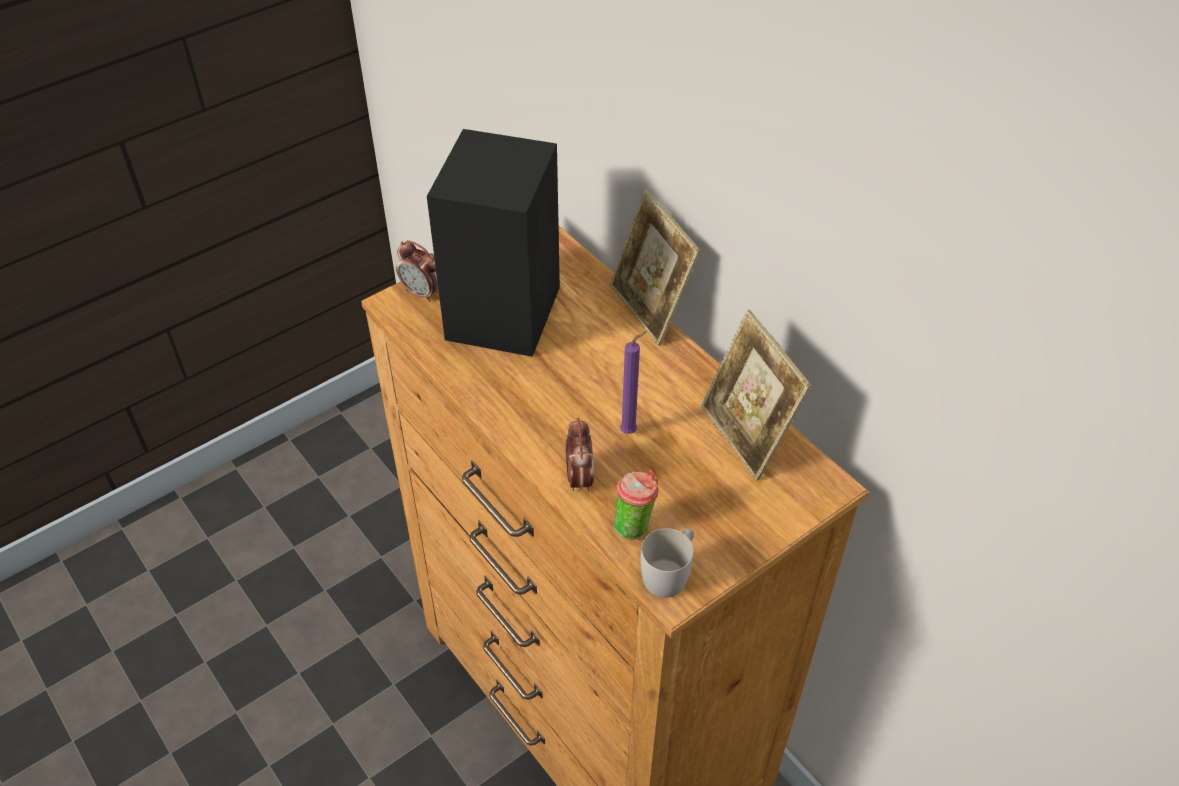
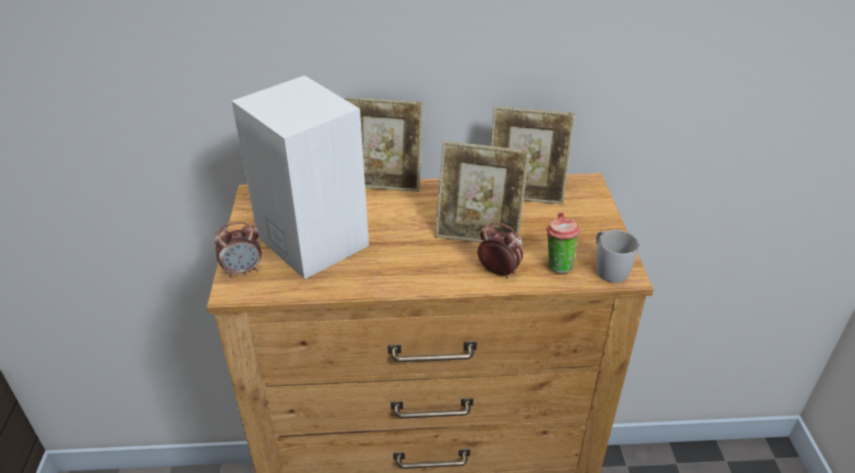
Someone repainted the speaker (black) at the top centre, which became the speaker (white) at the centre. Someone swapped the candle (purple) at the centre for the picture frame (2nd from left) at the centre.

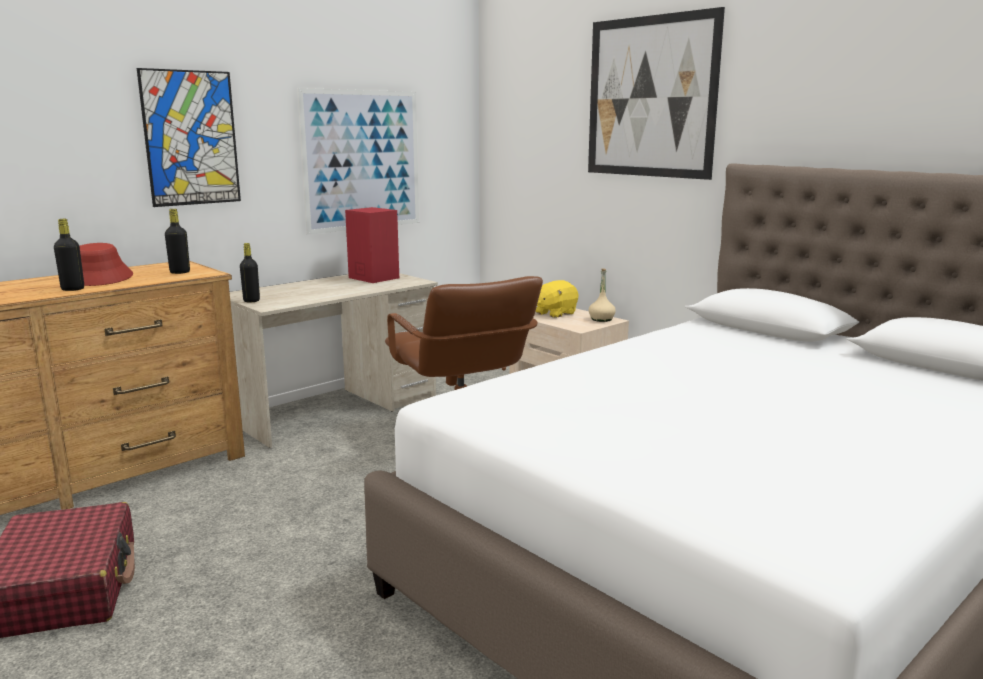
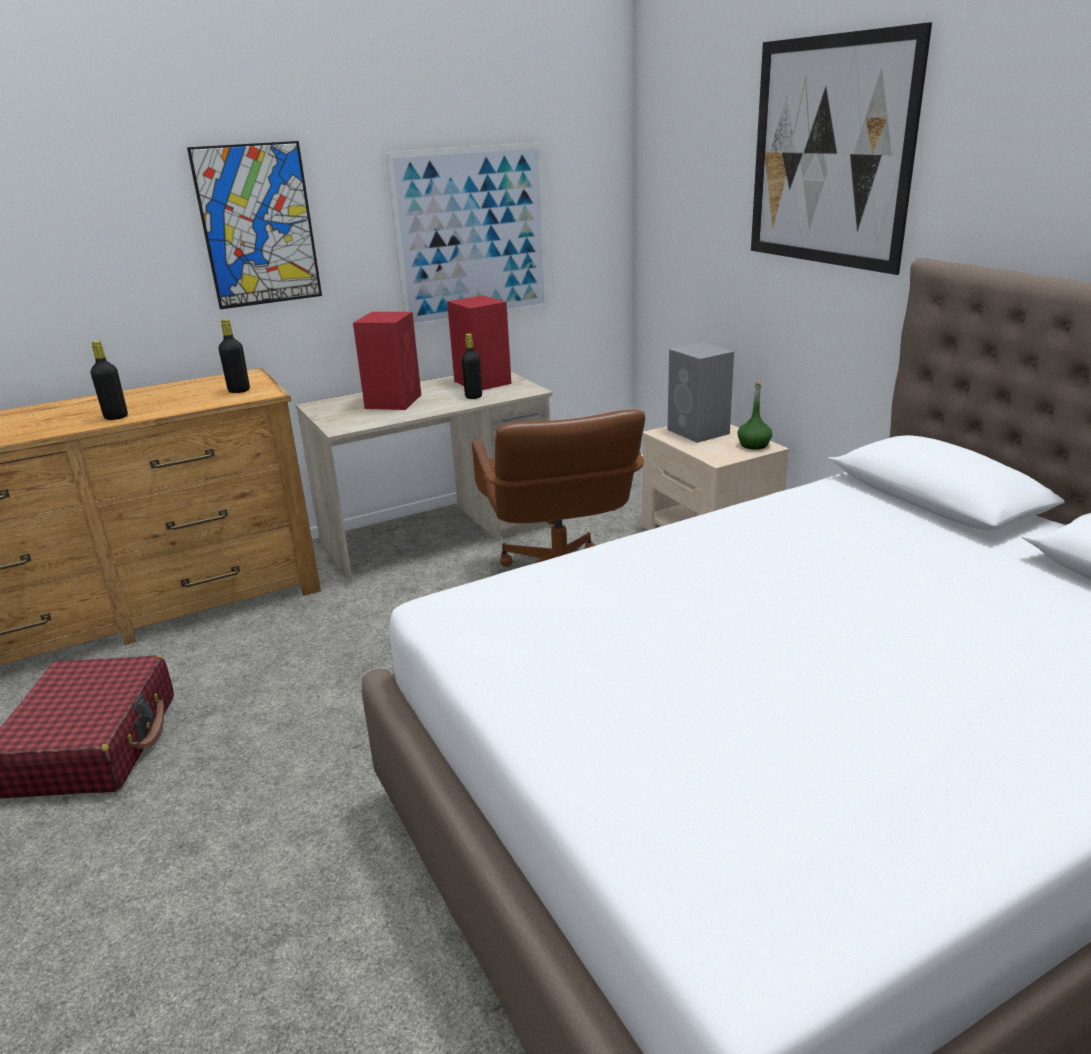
Someone took away the hat (red) at the middle left. Someone carried the bottle (black) (3rd from left) from the middle left to the centre. Someone repainted the bottle (beige) at the centre, which became the bottle (green) at the middle right. Someone swapped the plush toy (yellow) at the centre for the speaker (grey) at the centre. Someone put down the speaker (red) (1st from left) at the centre.

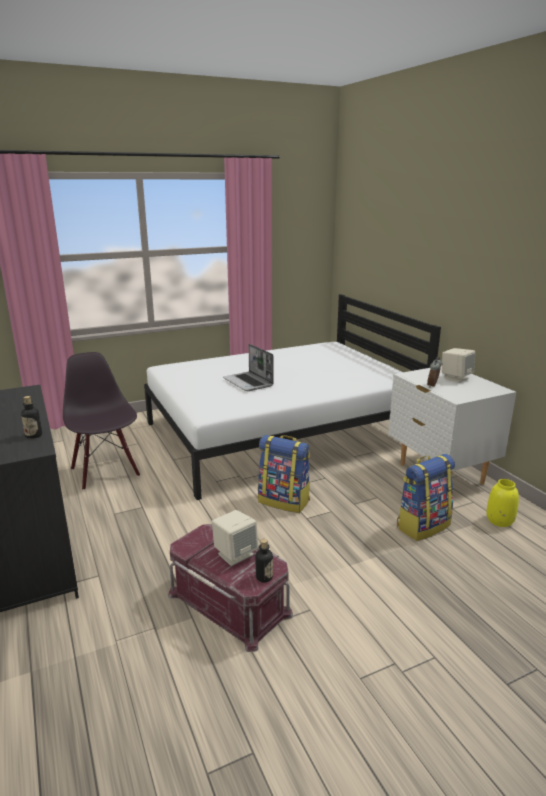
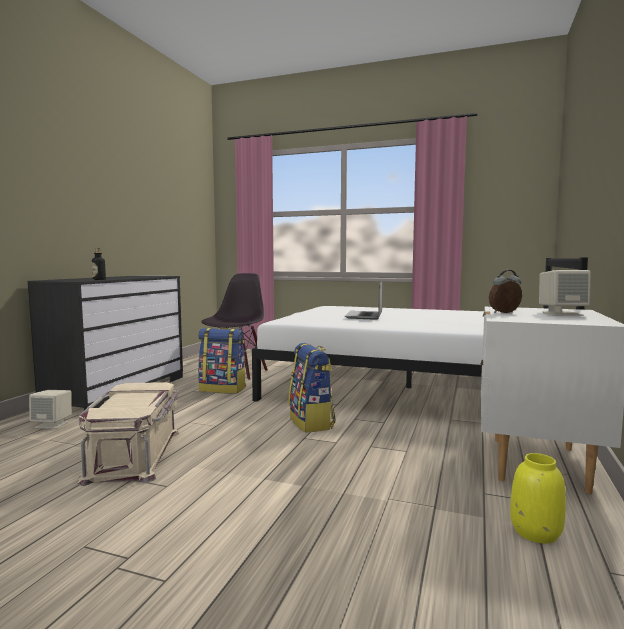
Someone carried the backpack (2nd from left in the first image) from the middle right to the centre. Someone carried the speaker (beige) (1st from left) from the bottom centre to the middle left. Someone repainted the storage box (red) at the bottom centre, which became the storage box (beige) at the bottom left. Someone took away the bottle (2nd from left) at the bottom centre.

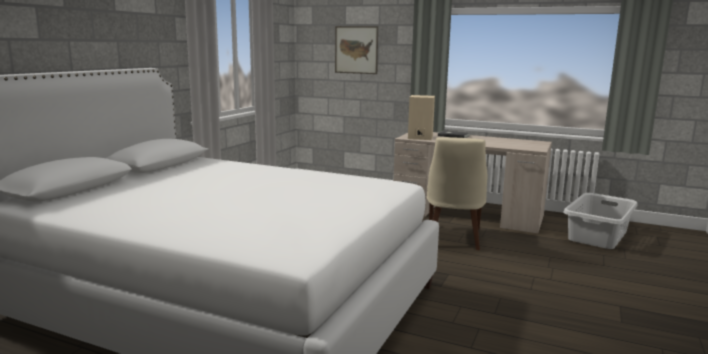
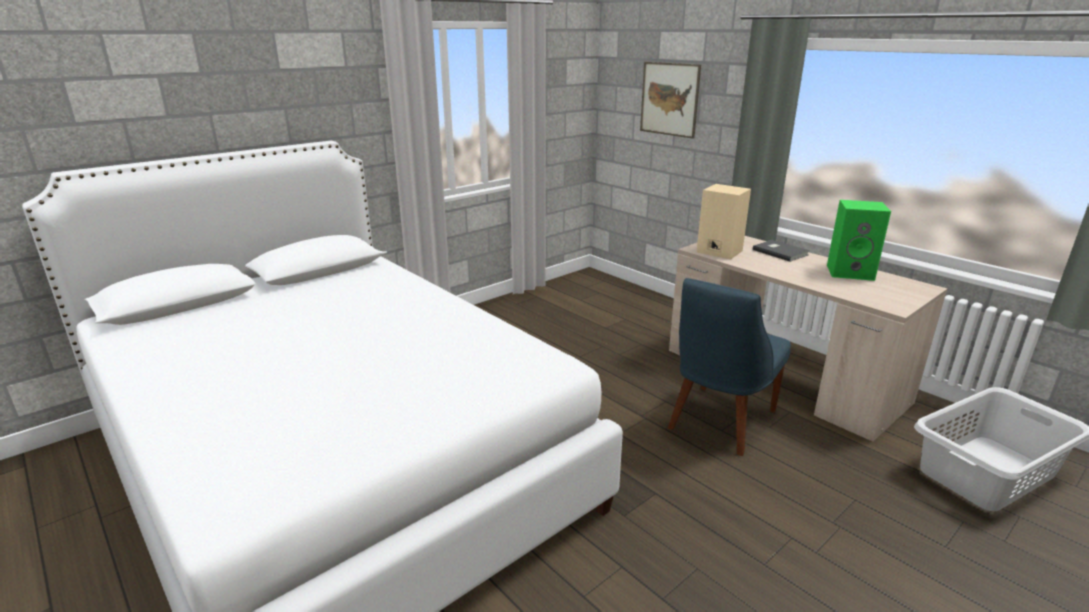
Someone repainted the chair (beige) at the centre, which became the chair (blue) at the middle right. Someone put down the speaker (green) at the middle right.

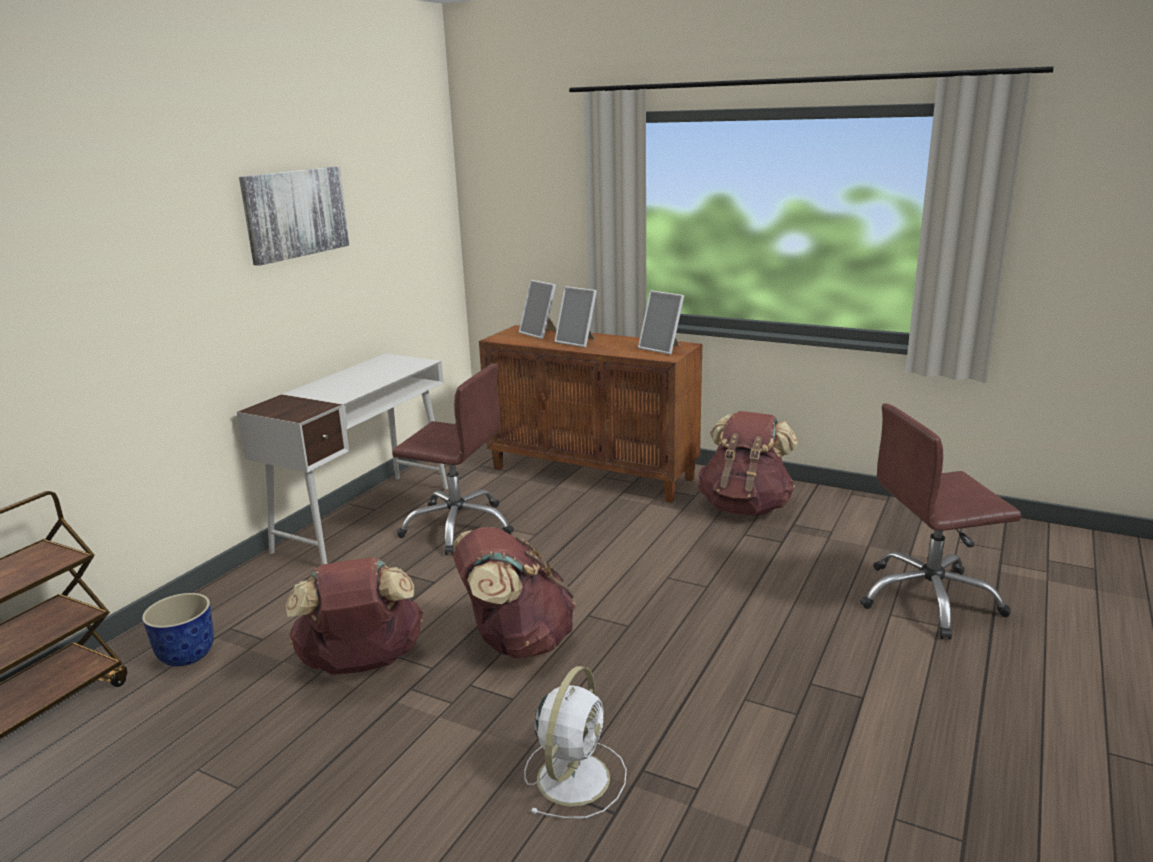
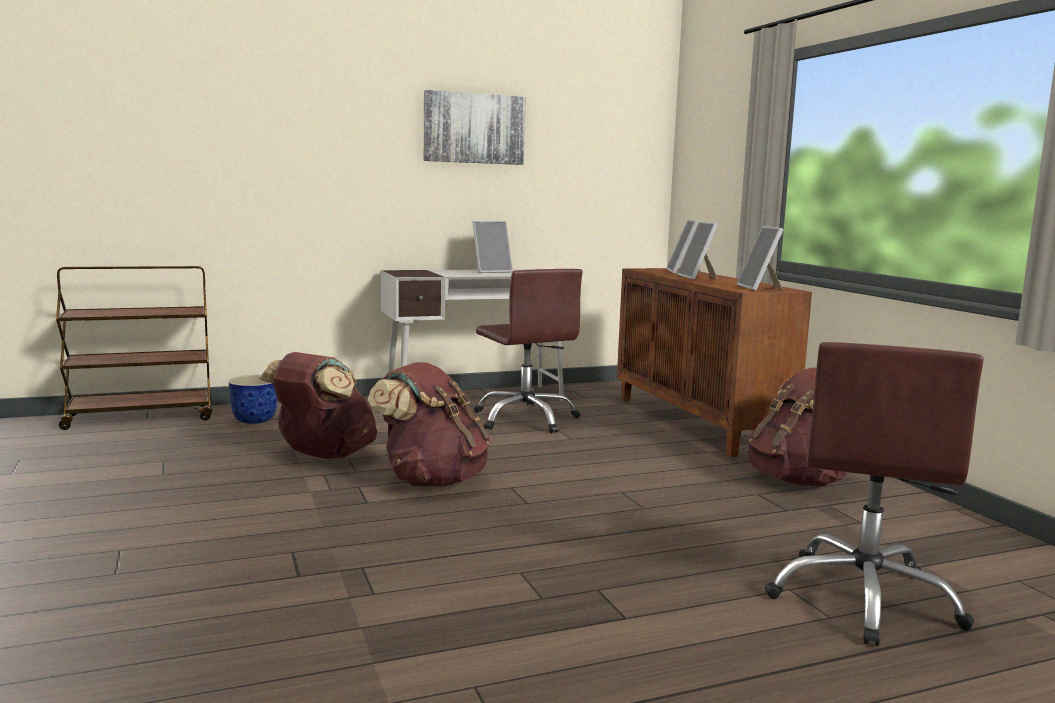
Someone rotated the office chair (brown) (2nd from left) at the middle right by 105 degrees counterclockwise. Someone took away the fan (white) at the bottom centre. Someone put down the picture frame (1st from left) at the centre.

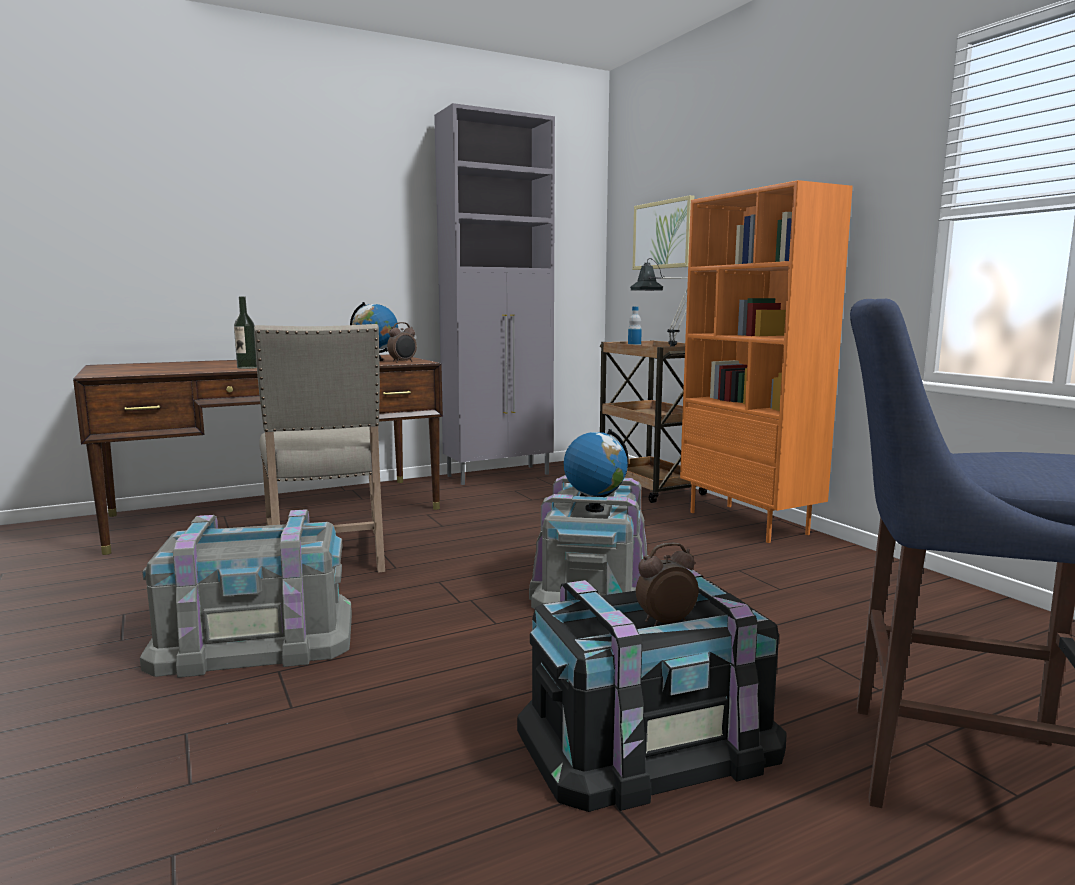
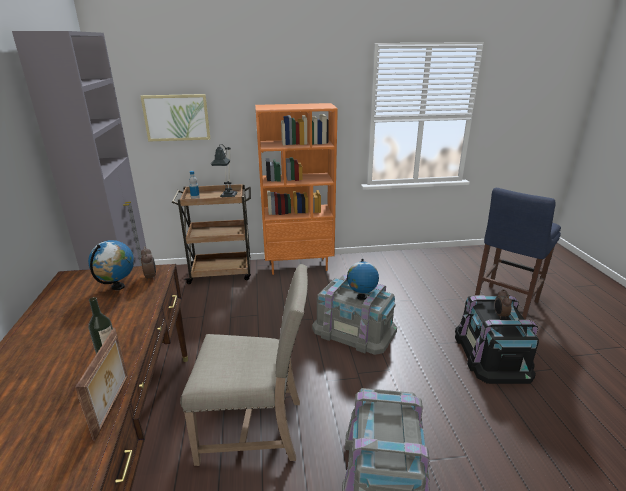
Someone put down the picture frame at the bottom left.

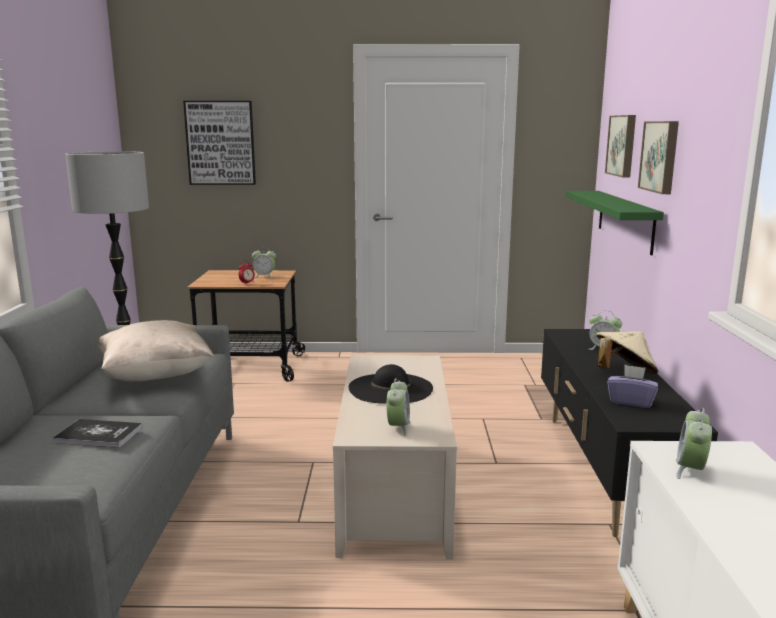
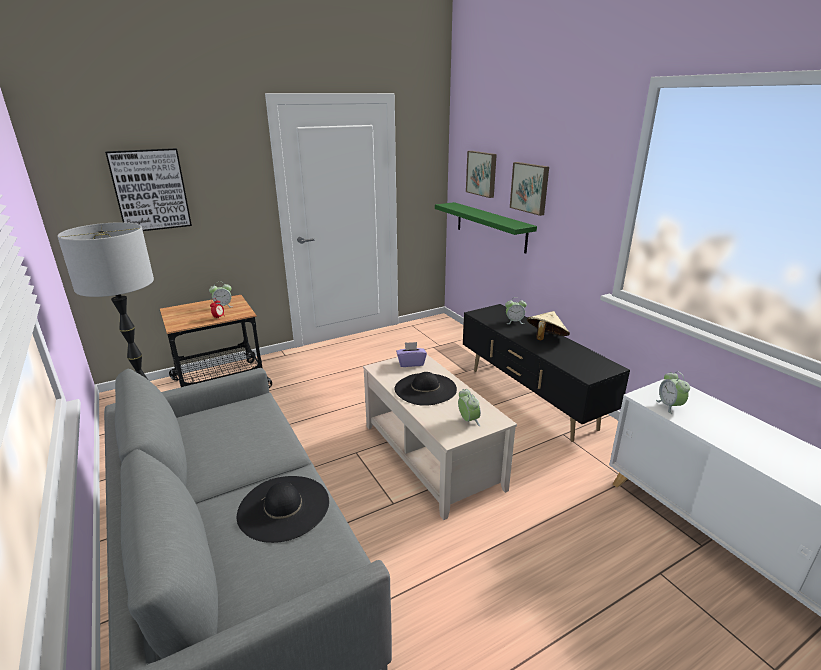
Someone took away the pillow (beige) at the middle left. Someone carried the tissue box (purple) from the middle right to the centre. Someone swapped the book at the bottom left for the hat (black) (1st from left) at the bottom centre.

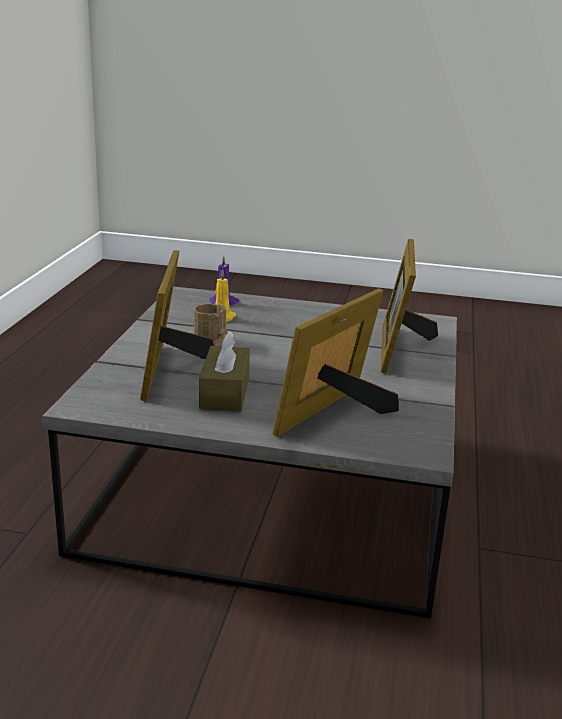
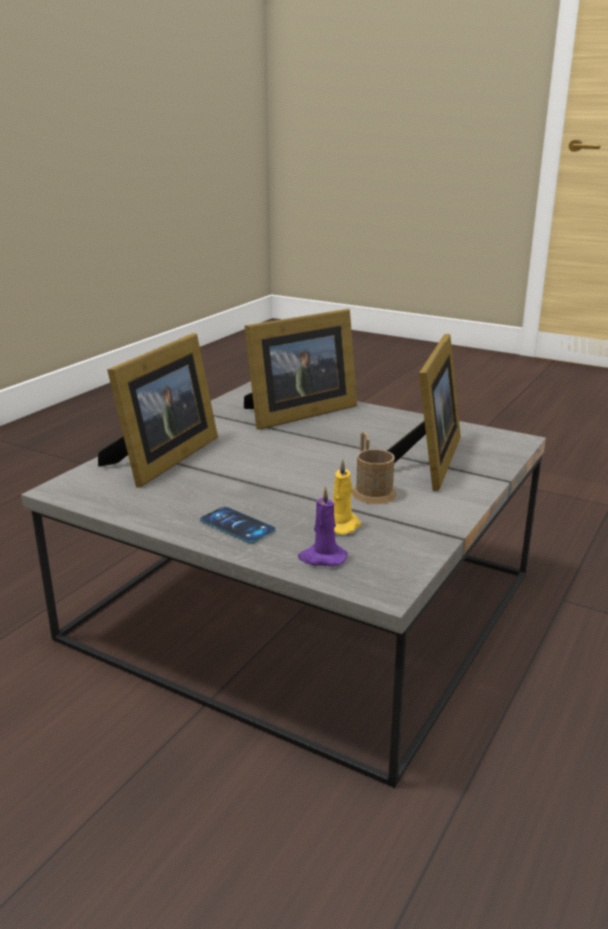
Someone took away the tissue box (brown) at the centre. Someone put down the phone at the centre.

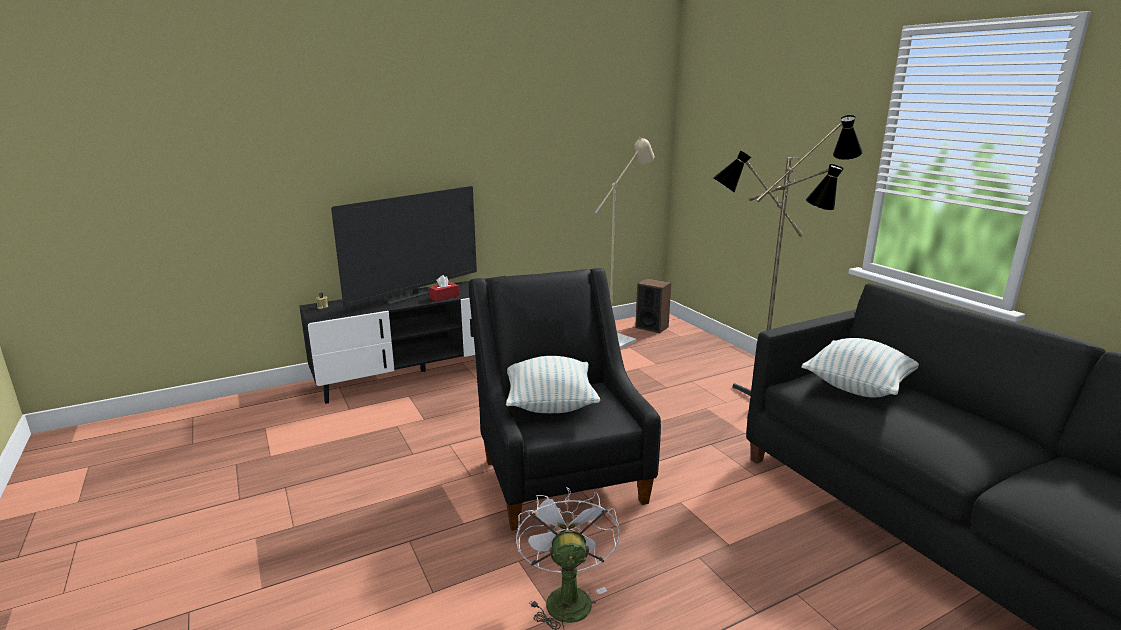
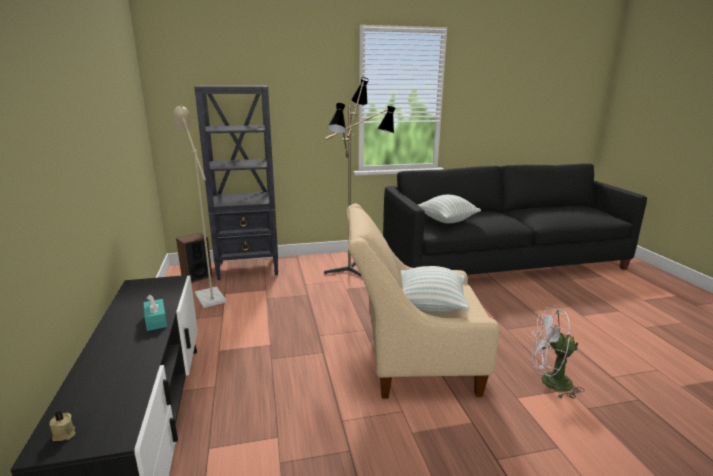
Someone took away the television at the centre. Someone repainted the armchair (black) at the centre, which became the armchair (beige) at the centre. Someone repainted the tissue box (red) at the centre, which became the tissue box (turquoise) at the middle left. Someone put down the bookcase (black) at the middle left.

